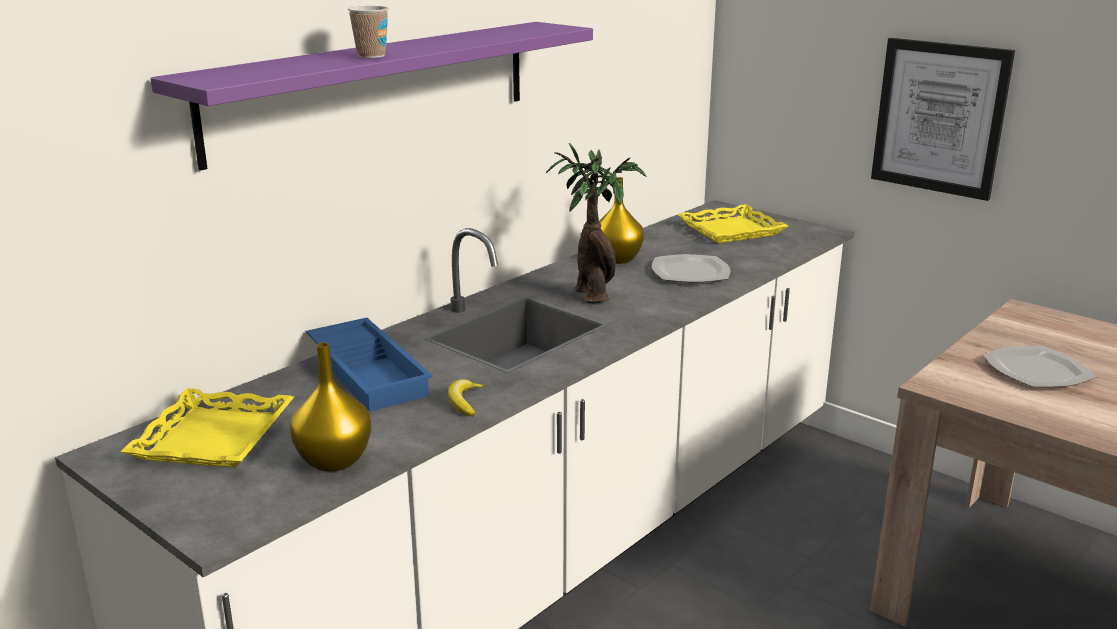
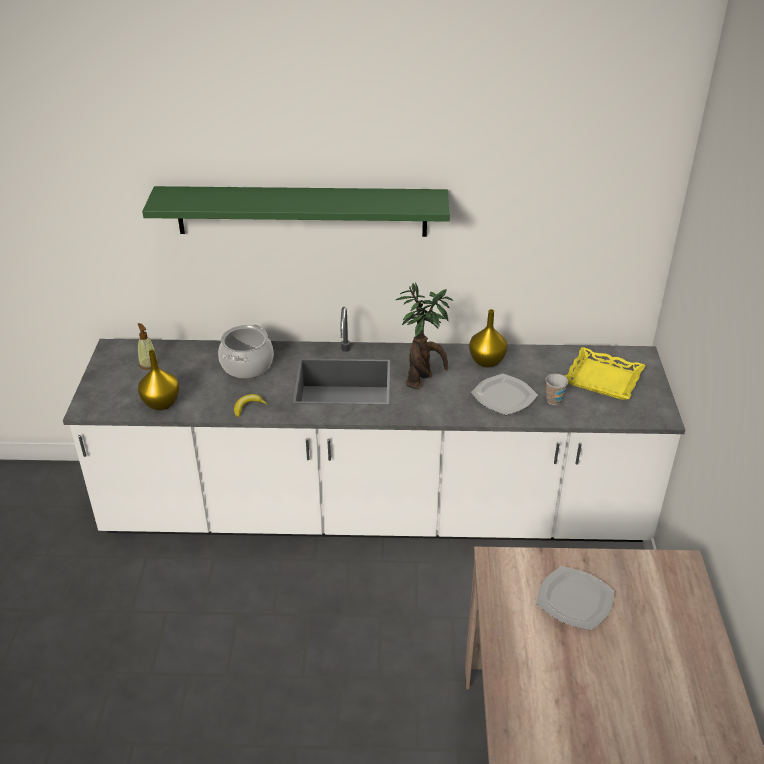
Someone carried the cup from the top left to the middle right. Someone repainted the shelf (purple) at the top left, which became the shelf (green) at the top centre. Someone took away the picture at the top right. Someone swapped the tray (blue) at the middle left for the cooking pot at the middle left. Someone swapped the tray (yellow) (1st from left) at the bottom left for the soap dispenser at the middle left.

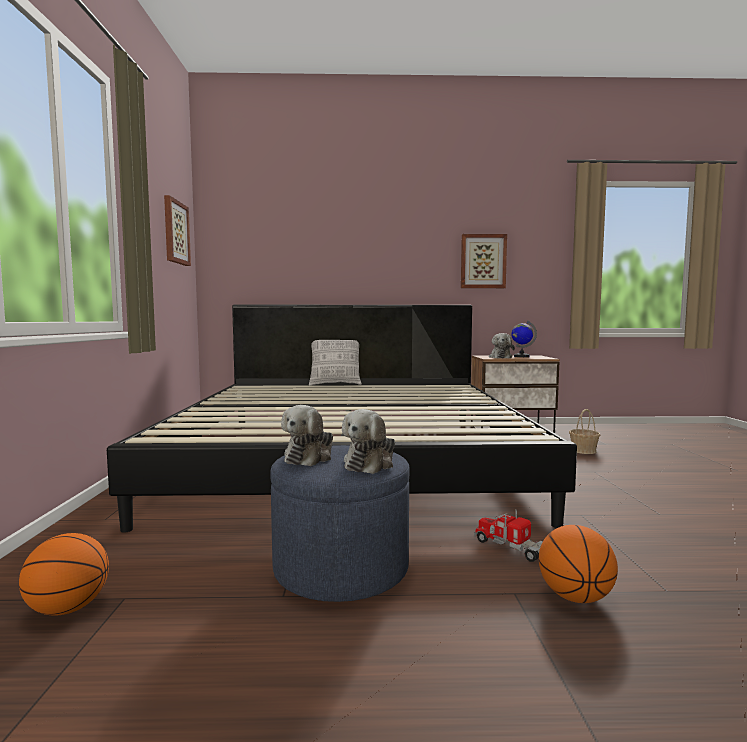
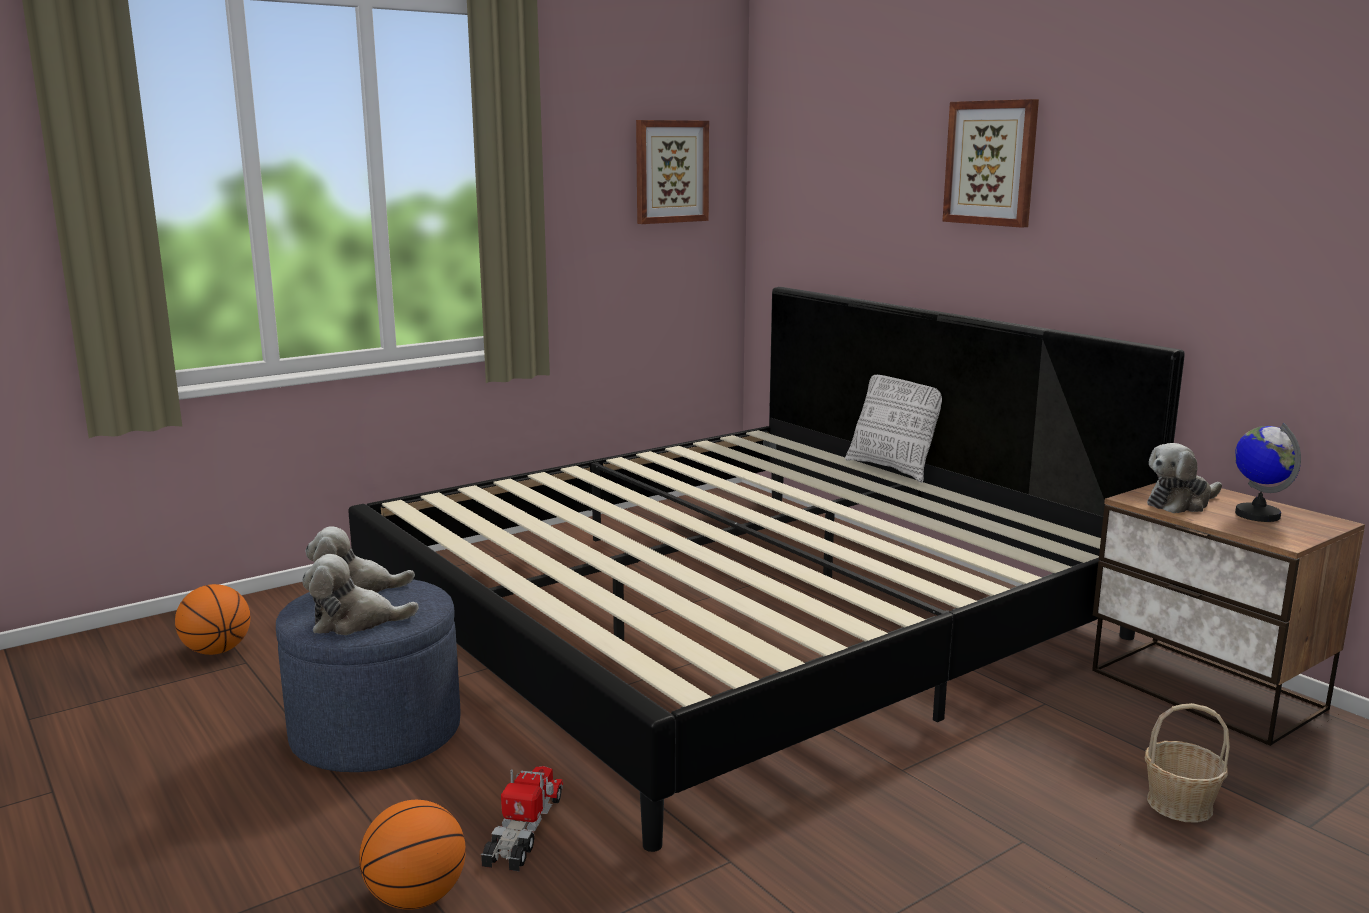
Someone carried the picture (2nd from left) from the centre to the top right.

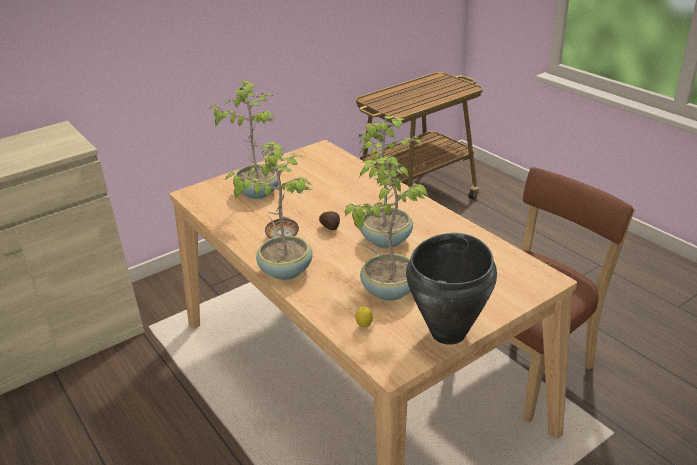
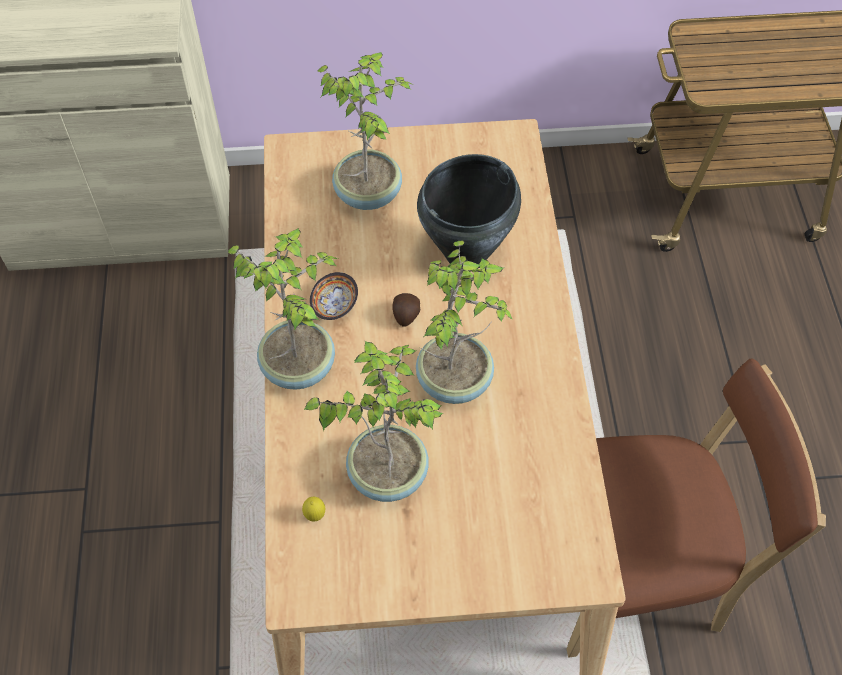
Someone carried the cooking pot (black) from the centre to the top centre.

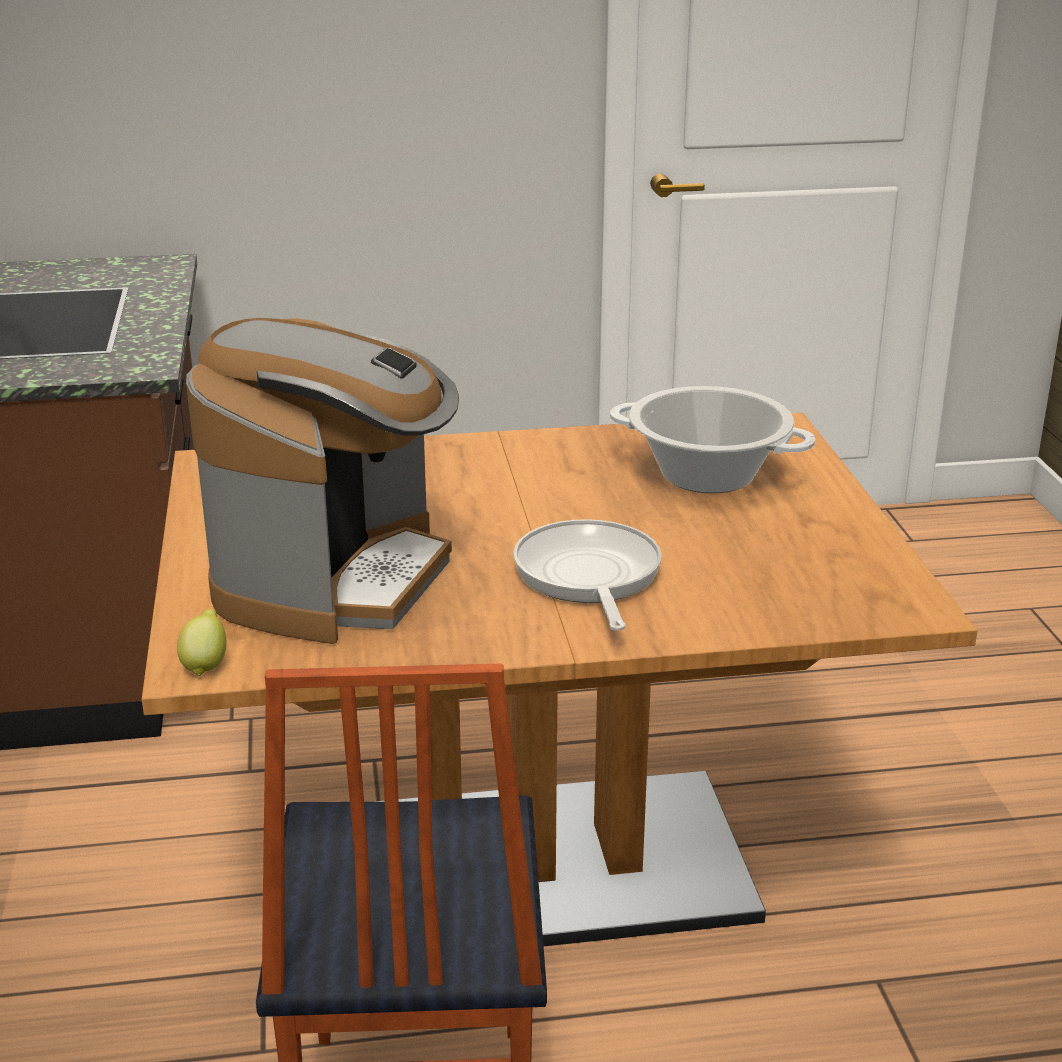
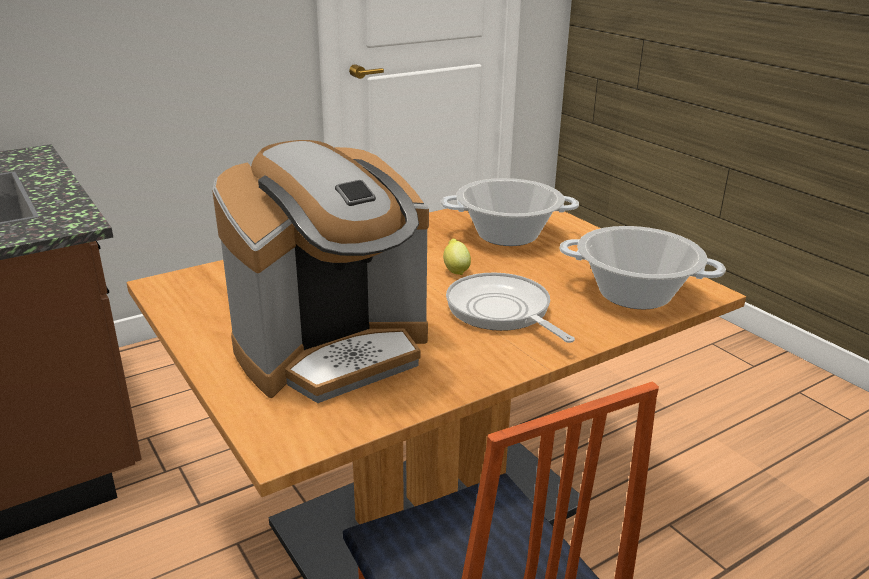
Someone rotated the coffee machine at the middle left by 60 degrees clockwise. Someone carried the lemon from the middle left to the centre. Someone put down the cooking pot (2nd from left) at the middle right.

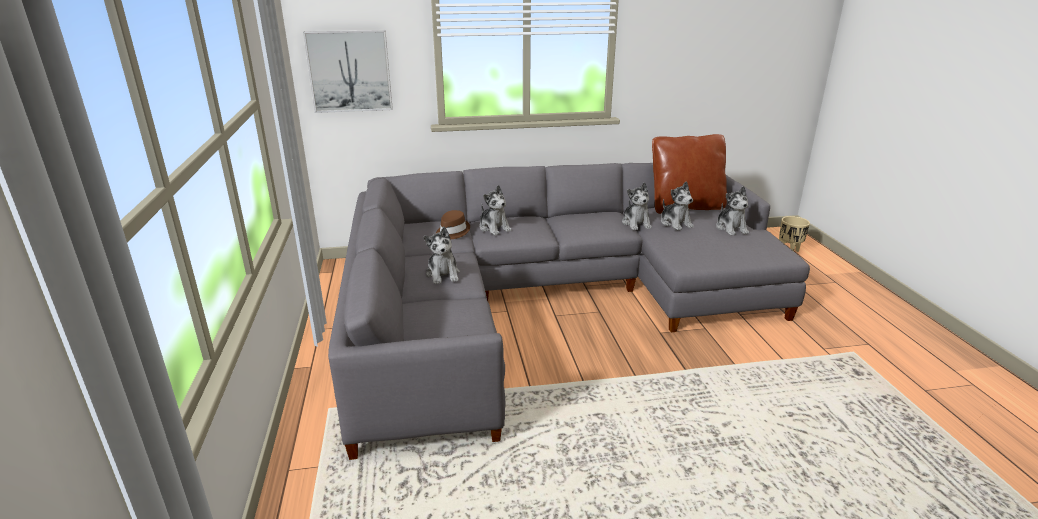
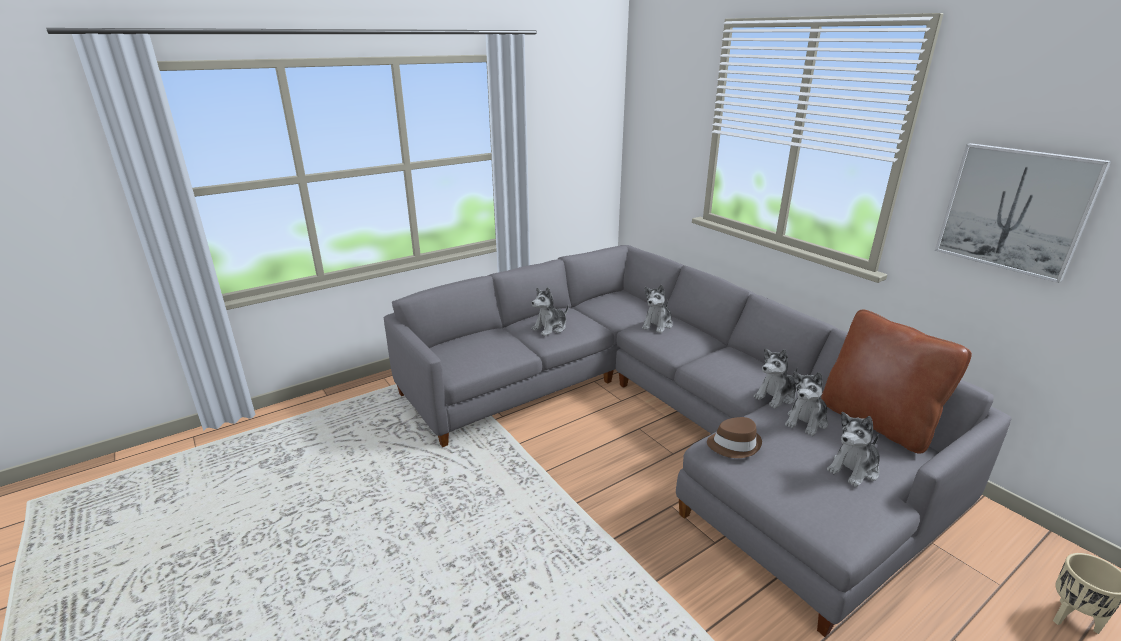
Someone carried the picture from the top centre to the top right. Someone carried the hat (brown) from the centre to the bottom centre.

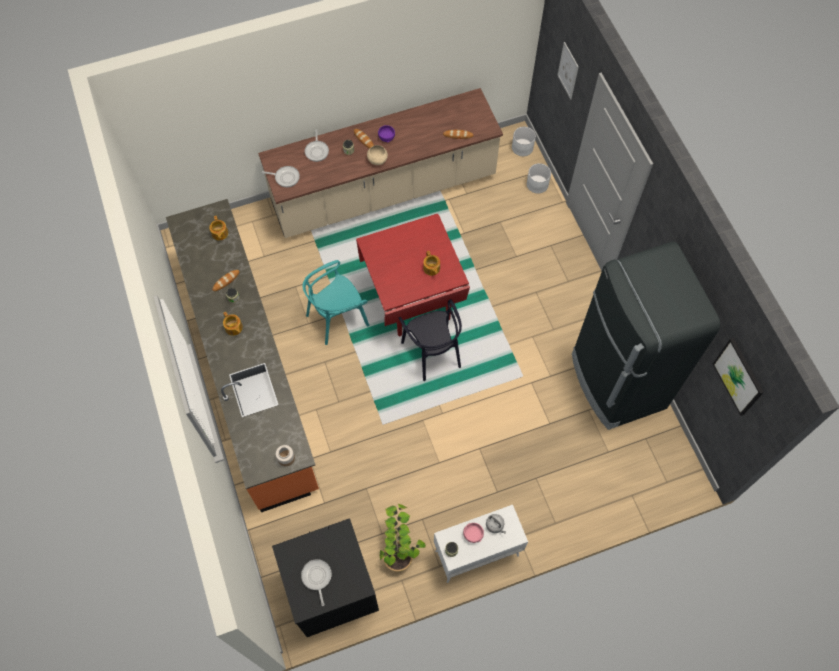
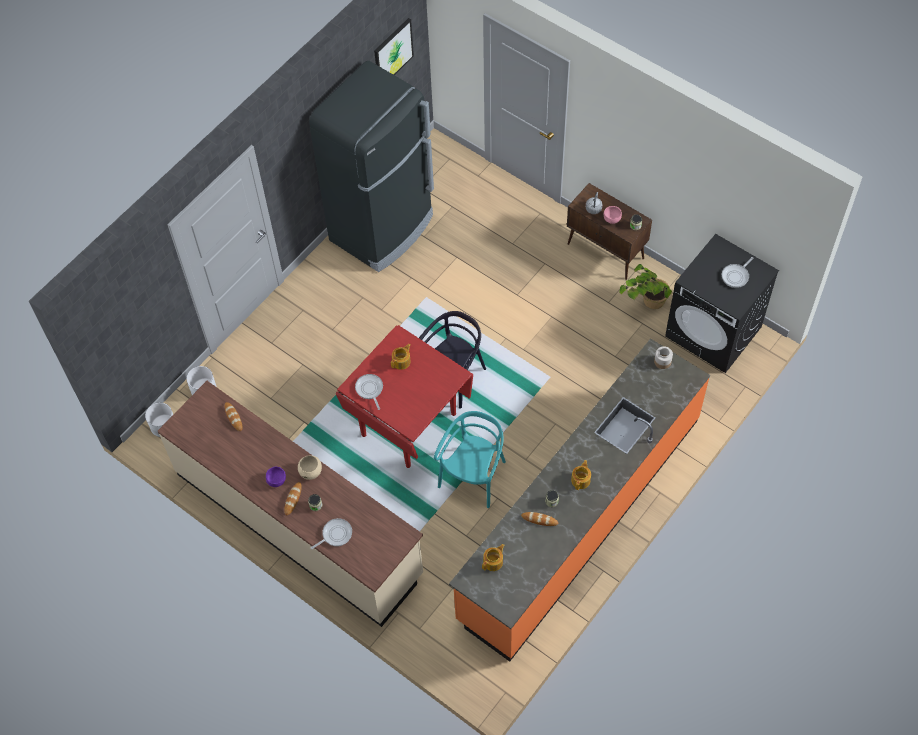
Someone took away the picture (1st from left) at the top right. Someone carried the frying pan (1st from left in the first image) from the top centre to the centre. Someone rotated the chair (turquoise) at the centre by 90 degrees counterclockwise. Someone repainted the cabinet (white) at the bottom centre, which became the cabinet (brown) at the top centre.

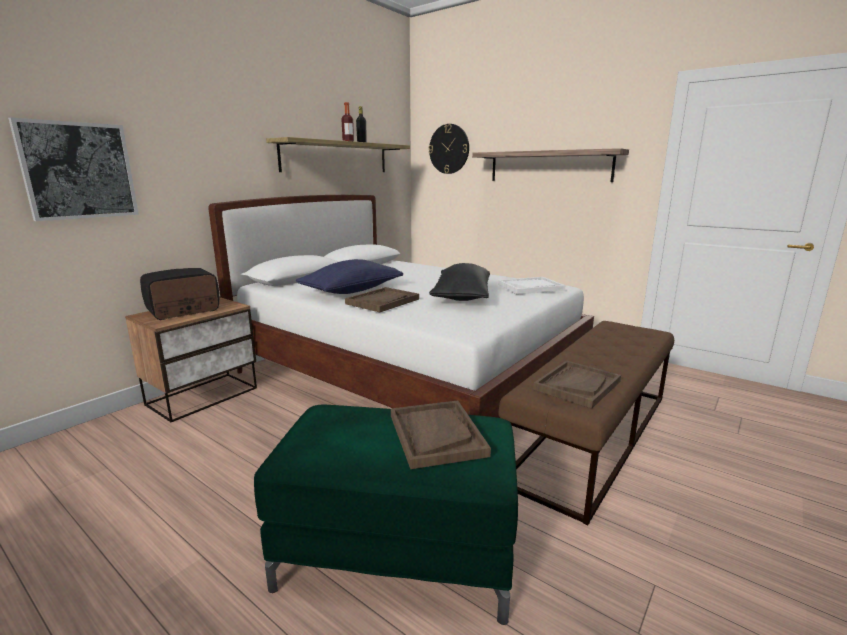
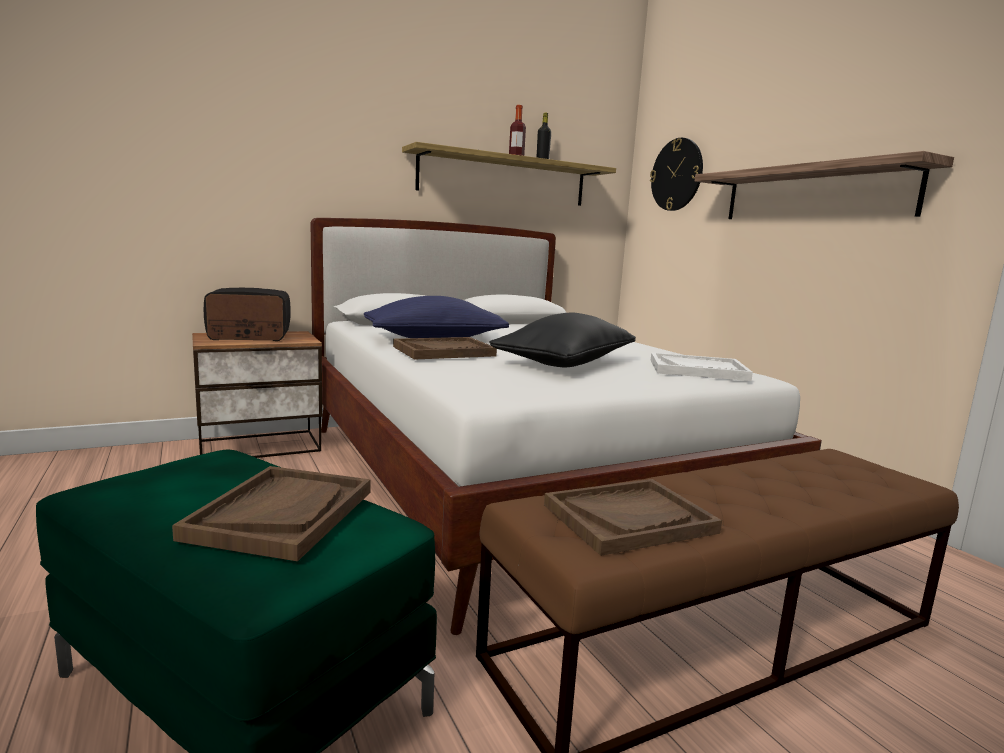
Someone took away the picture at the top left.

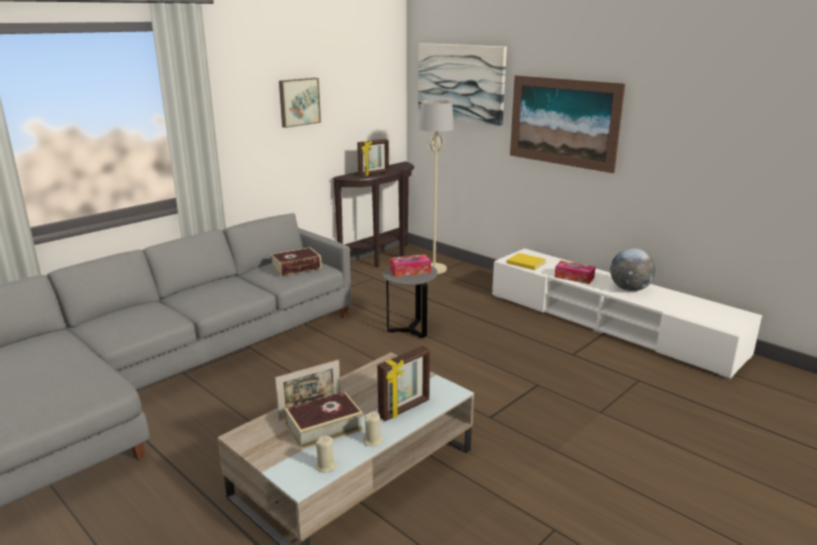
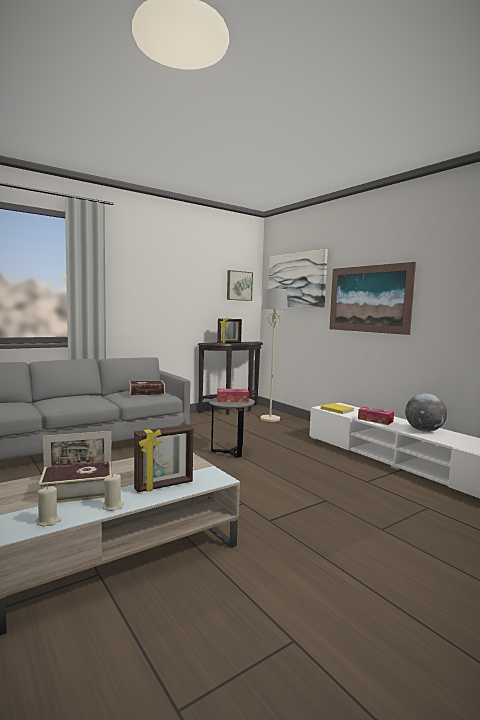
Someone carried the picture (1st from left) from the top centre to the centre.

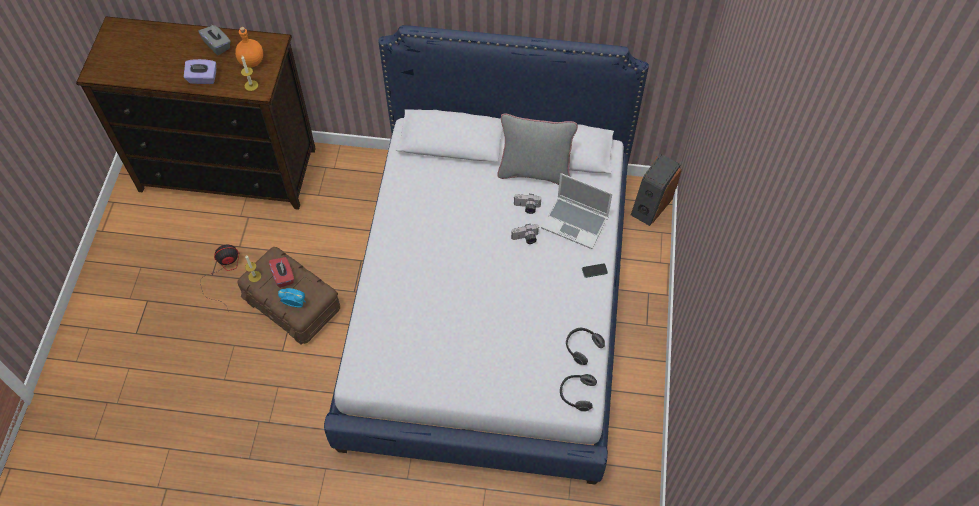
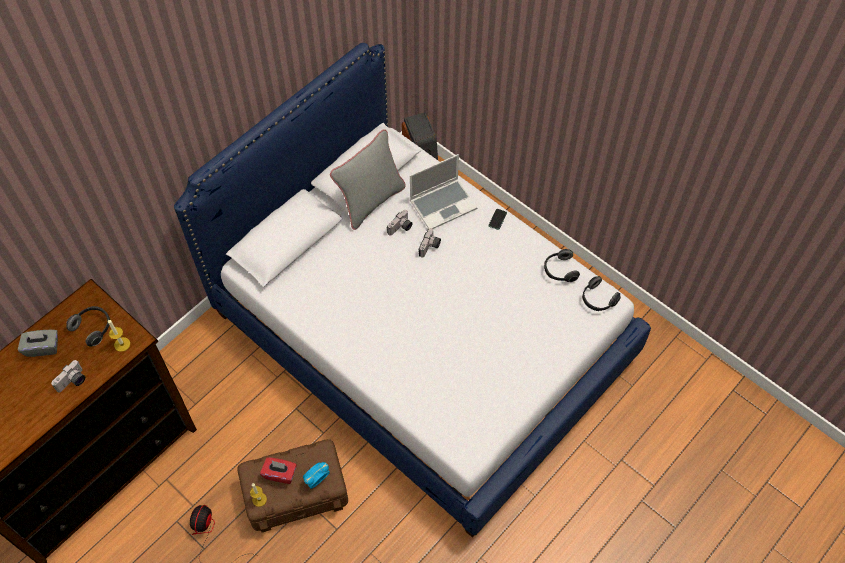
Someone swapped the bottle (orange) at the top left for the headphones (1st from left) at the middle left. Someone swapped the tissue box (purple) at the top left for the photo camera (1st from left) at the bottom left.

